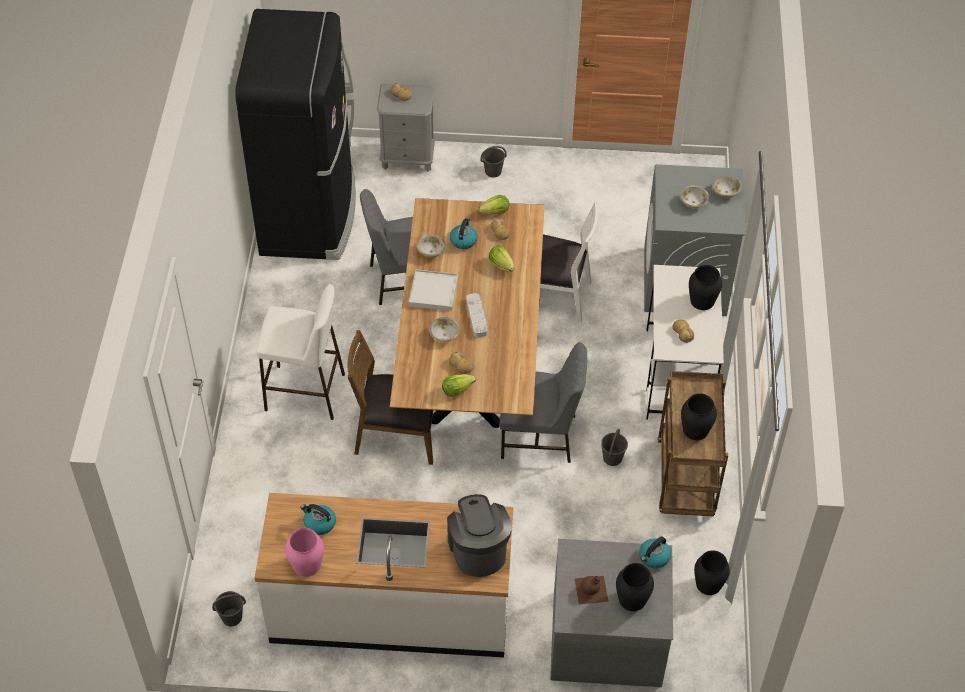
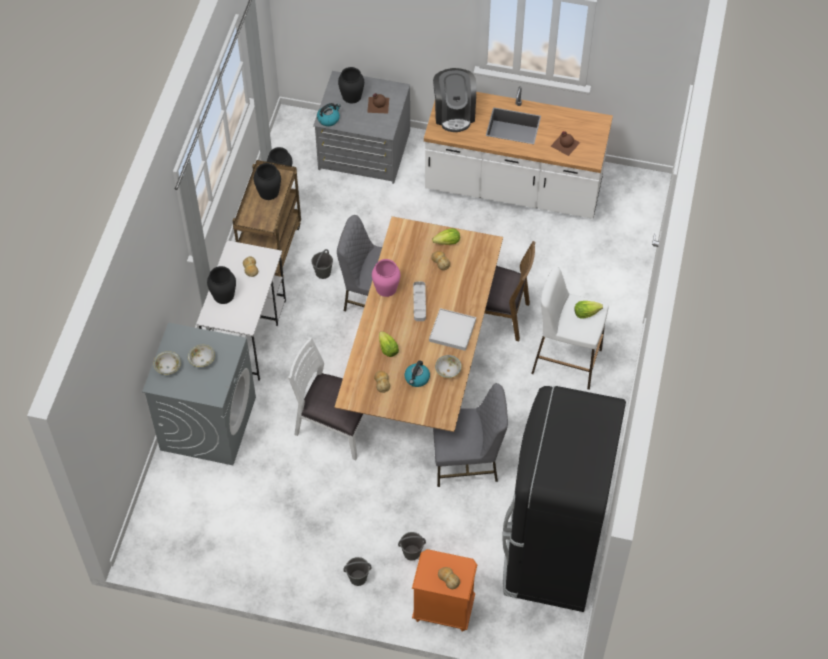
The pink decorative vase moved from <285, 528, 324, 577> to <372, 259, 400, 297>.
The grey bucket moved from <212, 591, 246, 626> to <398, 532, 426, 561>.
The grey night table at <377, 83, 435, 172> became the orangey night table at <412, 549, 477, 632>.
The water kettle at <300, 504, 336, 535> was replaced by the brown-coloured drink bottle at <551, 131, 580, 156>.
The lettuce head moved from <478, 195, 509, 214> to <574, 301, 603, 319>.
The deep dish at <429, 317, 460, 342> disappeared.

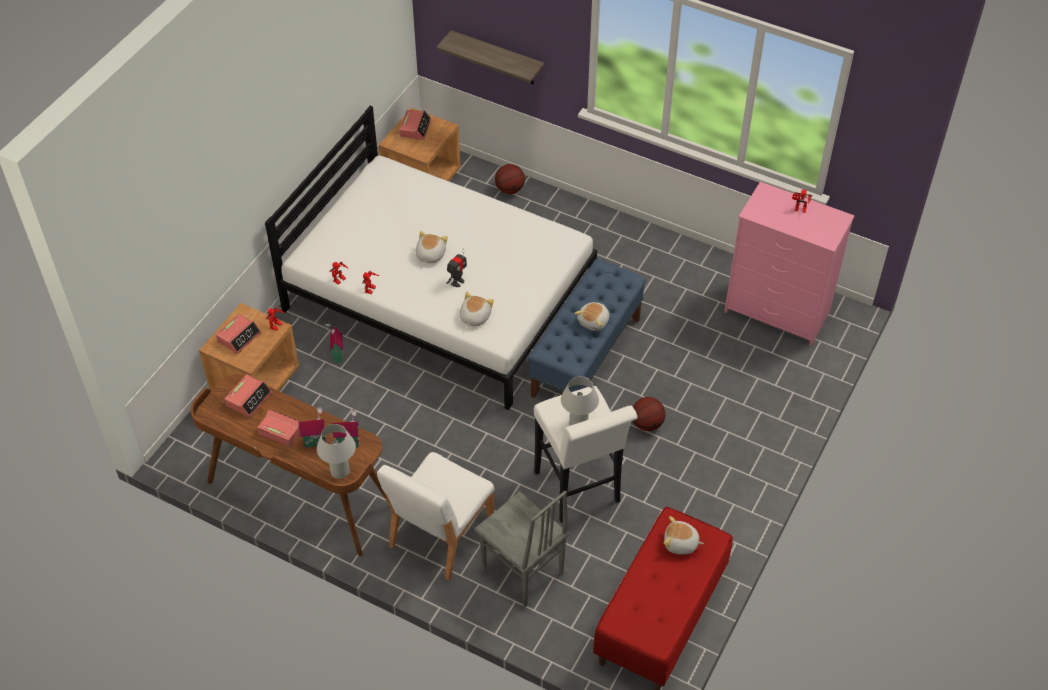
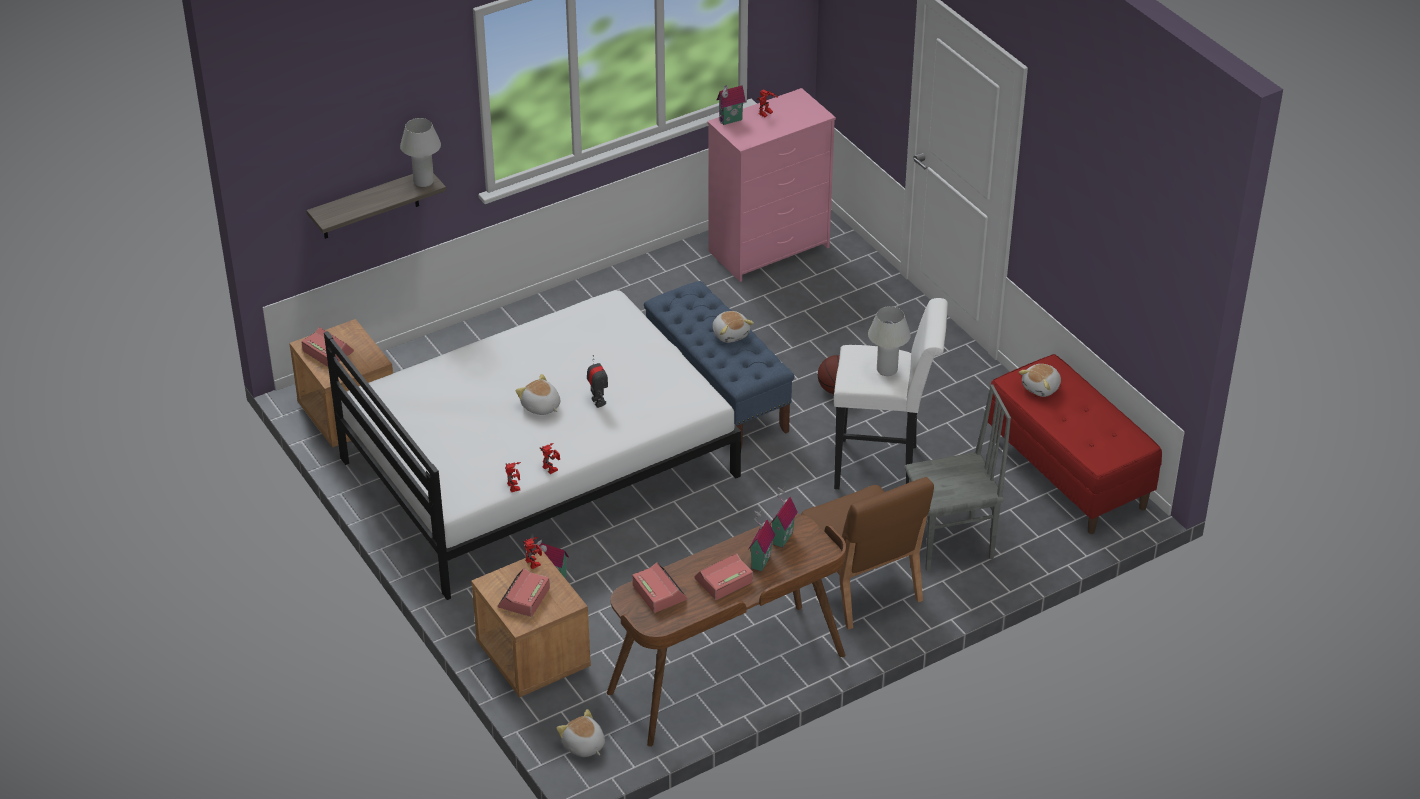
The white-coloured table lamp moved from <317, 424, 356, 479> to <400, 118, 441, 187>.
The alarm clock at <216, 314, 261, 354> turned 135 degrees counterclockwise.
The cuddly toy moved from <460, 292, 494, 327> to <556, 709, 605, 757>.
The model house at <717, 85, 746, 125> appeared.
The white-coloured plain chair at <377, 452, 494, 580> became the brown-coloured plain chair at <801, 477, 934, 630>.
The basketball ball at <495, 164, 525, 194> disappeared.

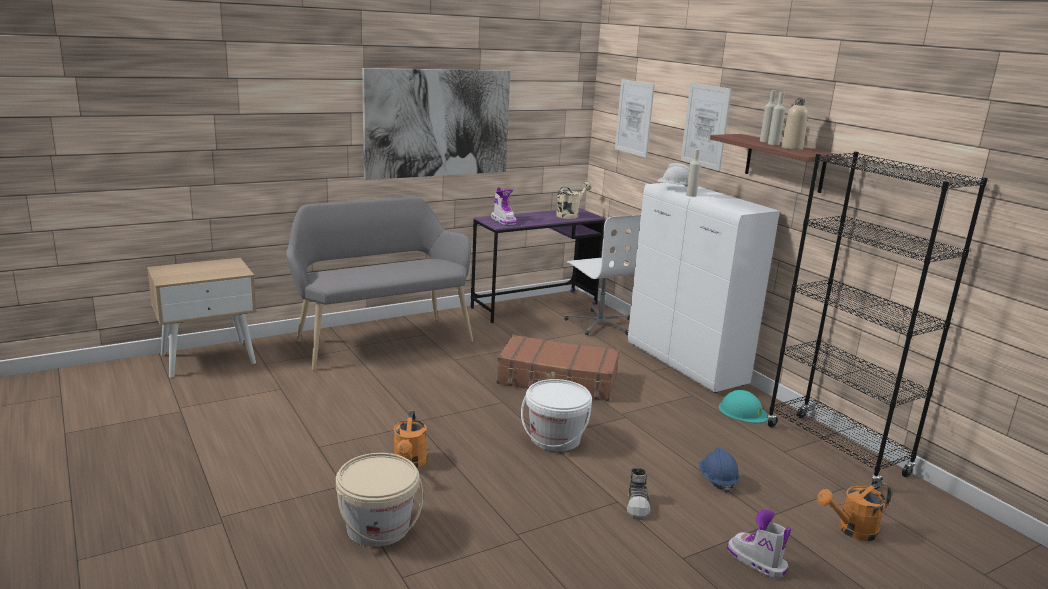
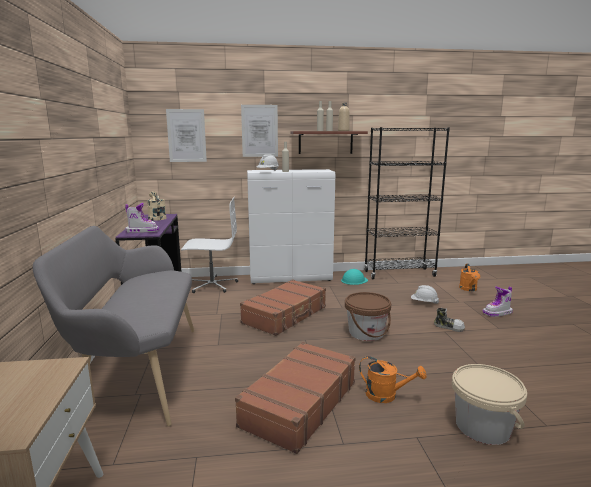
The brown-coloured travel case at <235, 342, 356, 454> appeared.
The white-coloured bucket at <521, 379, 592, 452> became the brown-coloured bucket at <345, 292, 391, 341>.
The blue safety helmet at <699, 448, 739, 493> became the white-coloured safety helmet at <411, 285, 439, 304>.
The wall art at <362, 68, 511, 180> disappeared.

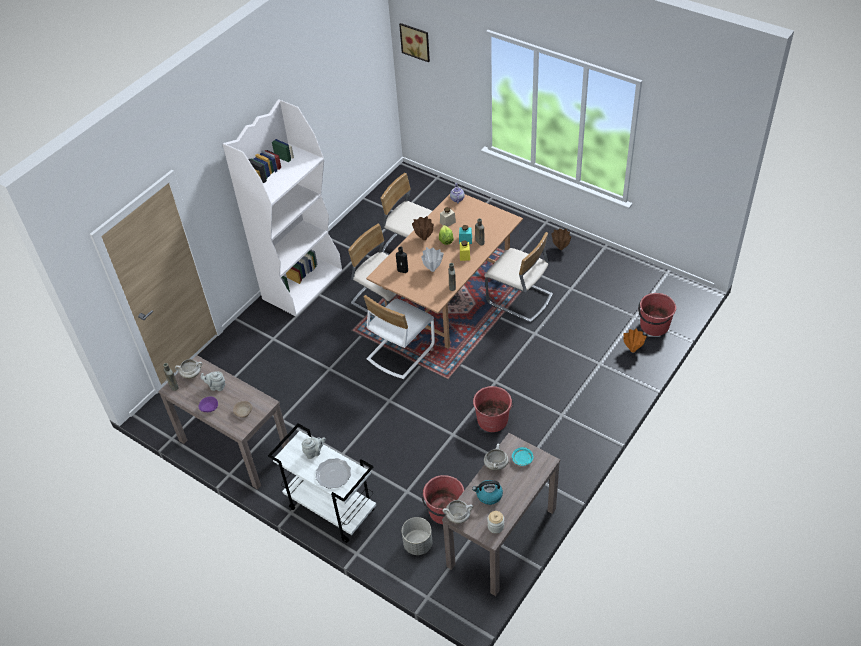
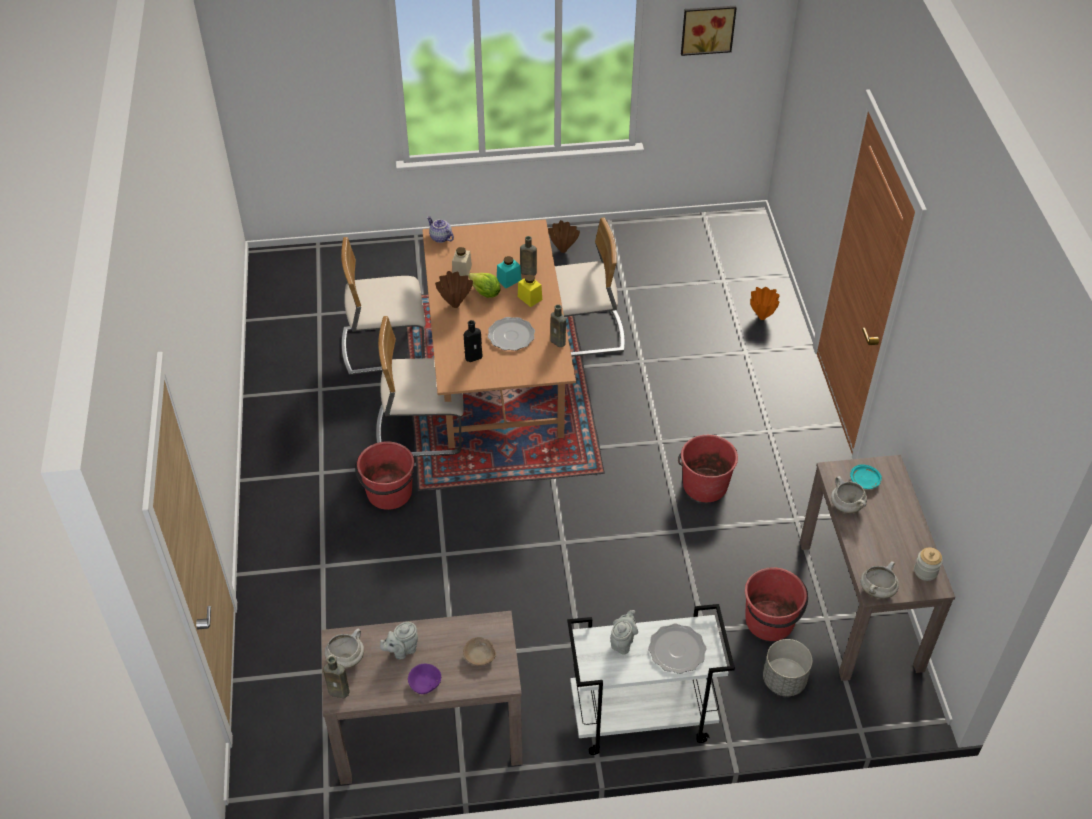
The red bucket moved from <638, 293, 676, 336> to <355, 441, 414, 510>.
The white-coloured decorative vase at <421, 247, 444, 272> was replaced by the plate at <488, 317, 535, 351>.
The wall art moved from <399, 23, 430, 62> to <681, 6, 737, 56>.
The white-coloured shelving unit at <223, 99, 342, 316> disappeared.
The white-coloured plain chair at <364, 295, 435, 379> disappeared.
The water kettle at <472, 480, 503, 505> disappeared.

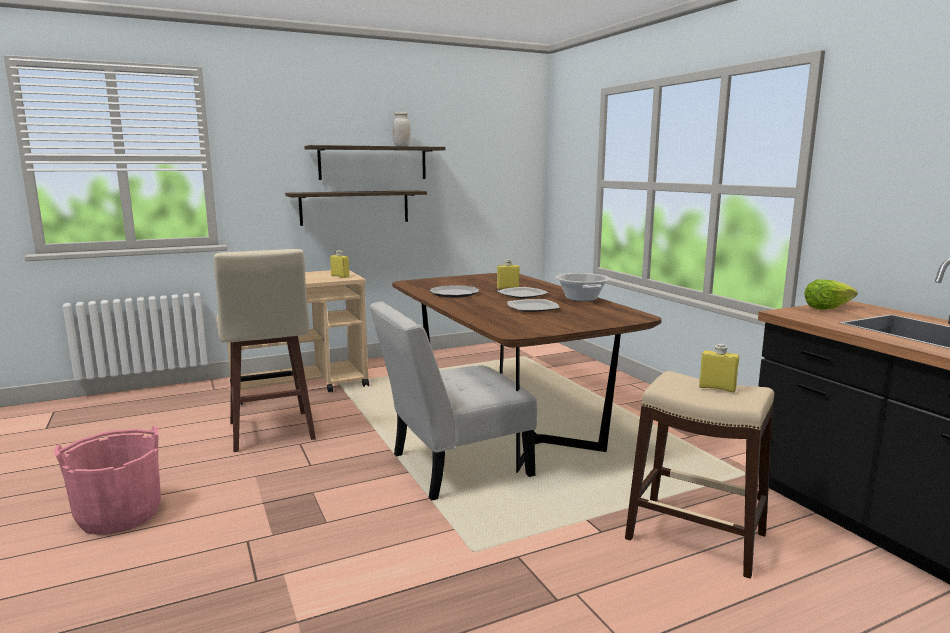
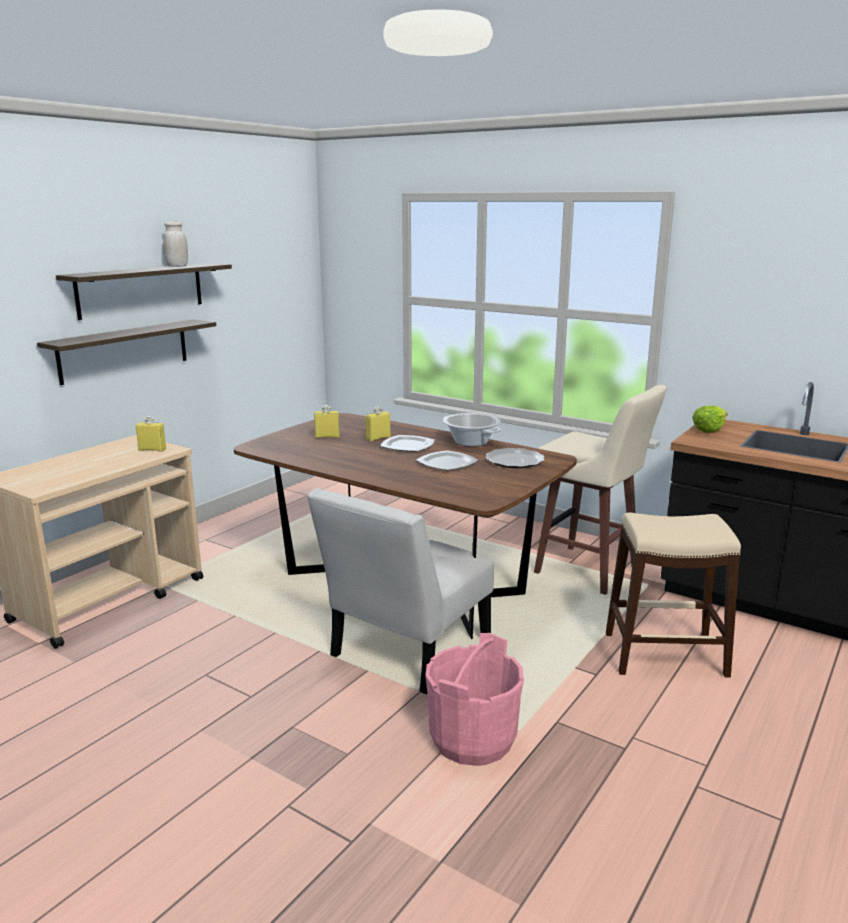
The yellow drink bottle moved from <699, 344, 739, 393> to <314, 405, 340, 438>.
The pink bucket moved from <54, 426, 161, 535> to <426, 633, 524, 766>.
The plate moved from <429, 285, 479, 298> to <486, 448, 545, 468>.
The sand-coloured stool seat moved from <214, 249, 316, 452> to <534, 385, 667, 595>.

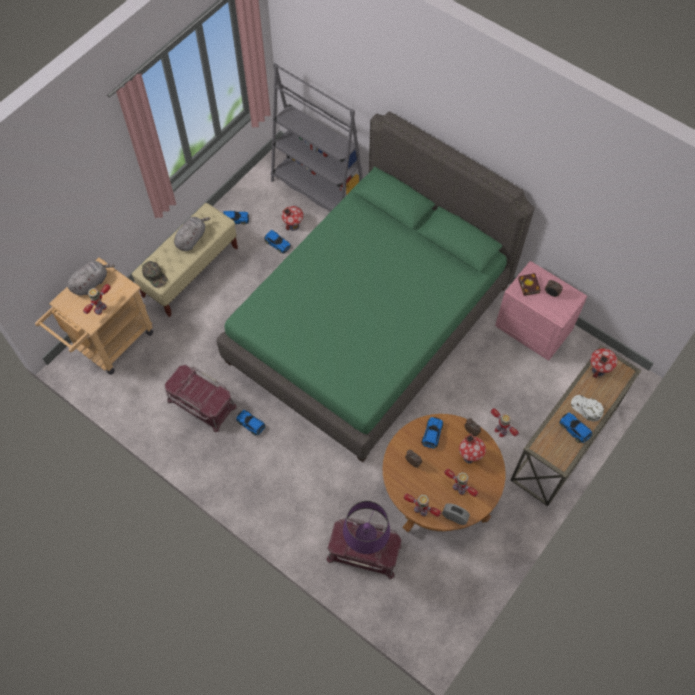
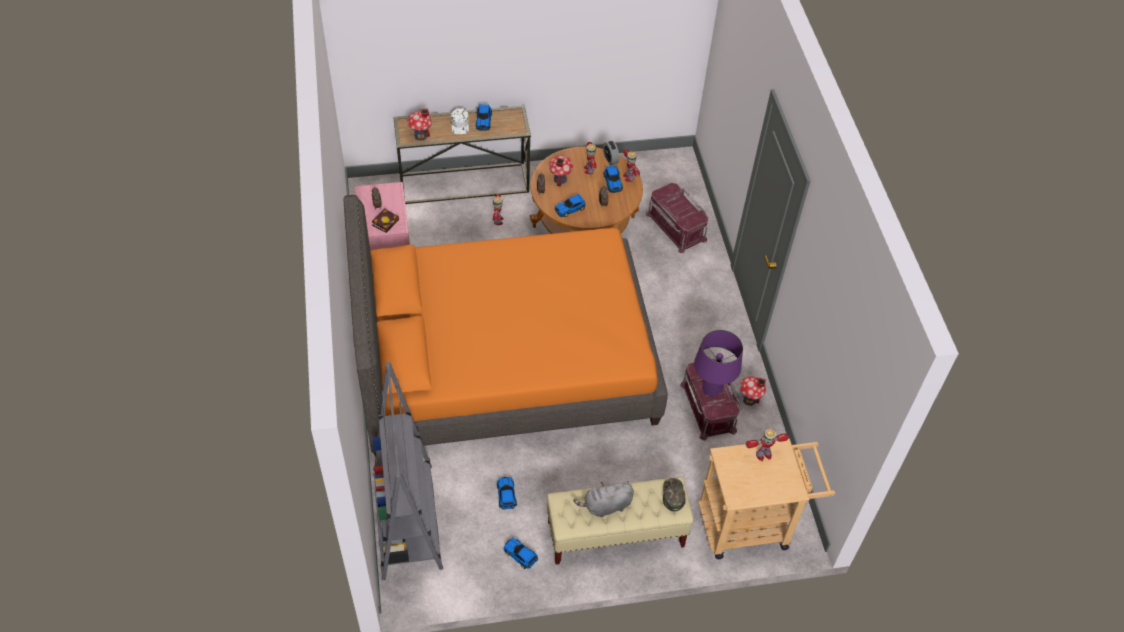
The green bedroom bed at <217, 112, 535, 462> became the orangey bedroom bed at <343, 195, 668, 457>.
The toy car moved from <236, 410, 266, 436> to <604, 166, 623, 193>.
The purple table lamp moved from <343, 501, 390, 554> to <694, 330, 743, 396>.
The model house moved from <282, 206, 303, 231> to <740, 376, 766, 406>.
The grey cuddly toy at <67, 261, 115, 296> disappeared.

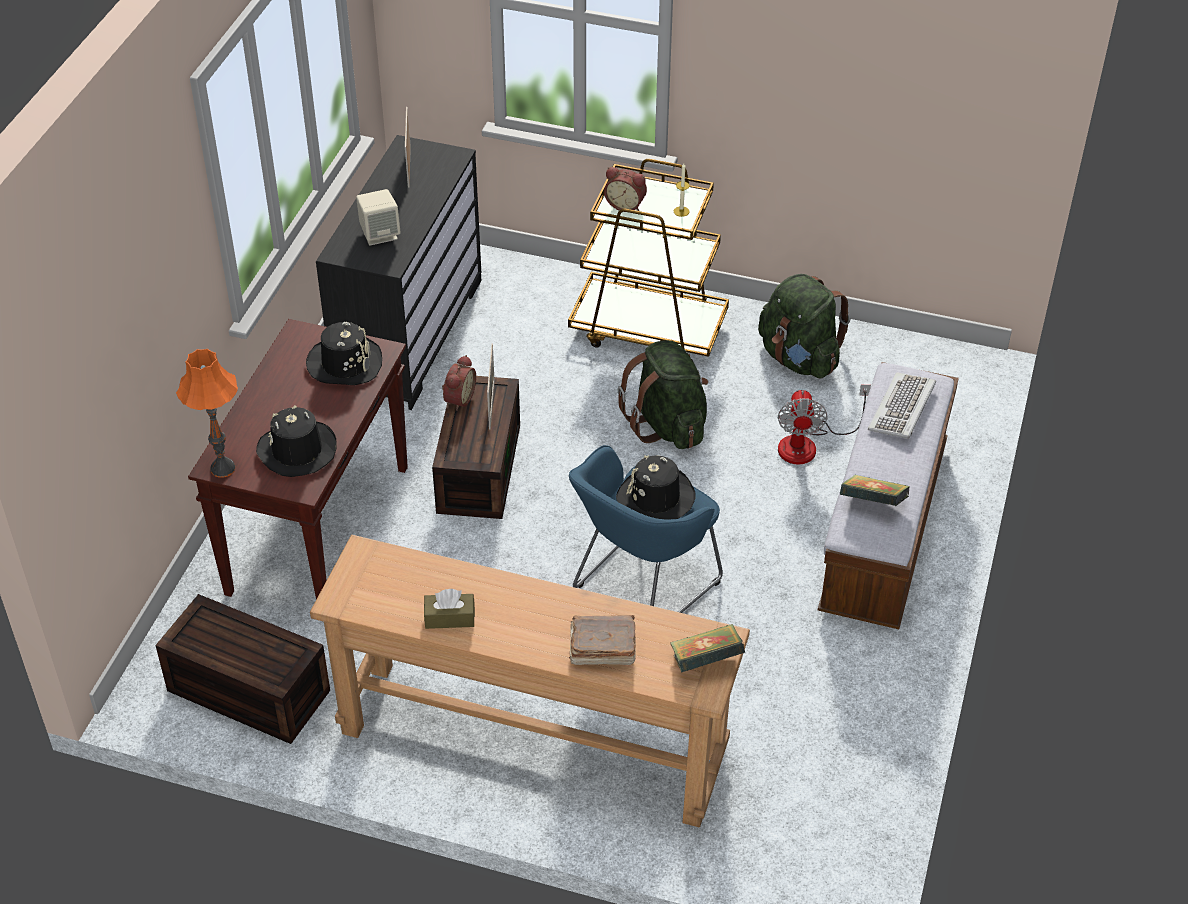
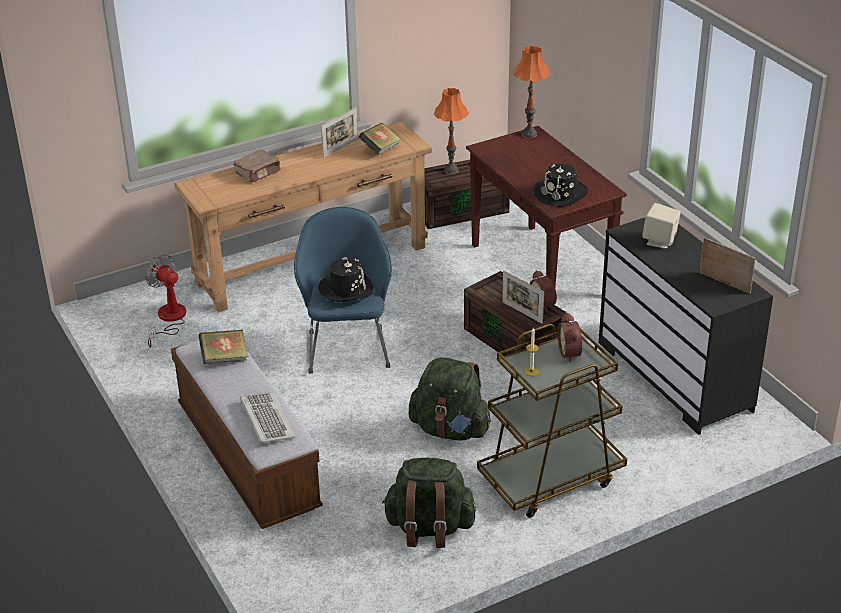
The electric fan moved from <777, 385, 871, 465> to <145, 254, 186, 348>.
The brown-coloured tissue box at <424, 589, 475, 629> was replaced by the picture frame at <321, 107, 358, 158>.
The bound book moved from <670, 624, 745, 672> to <359, 123, 401, 155>.
The orangey table lamp at <434, 88, 469, 174> appeared.
The alarm clock at <604, 167, 647, 211> turned 75 degrees counterclockwise.
The black-coloured clothing hat at <256, 405, 337, 477> disappeared.

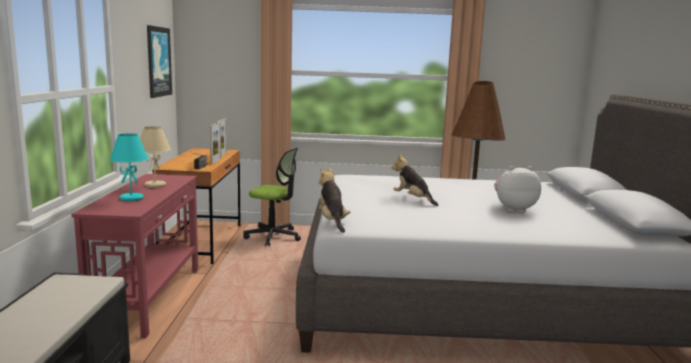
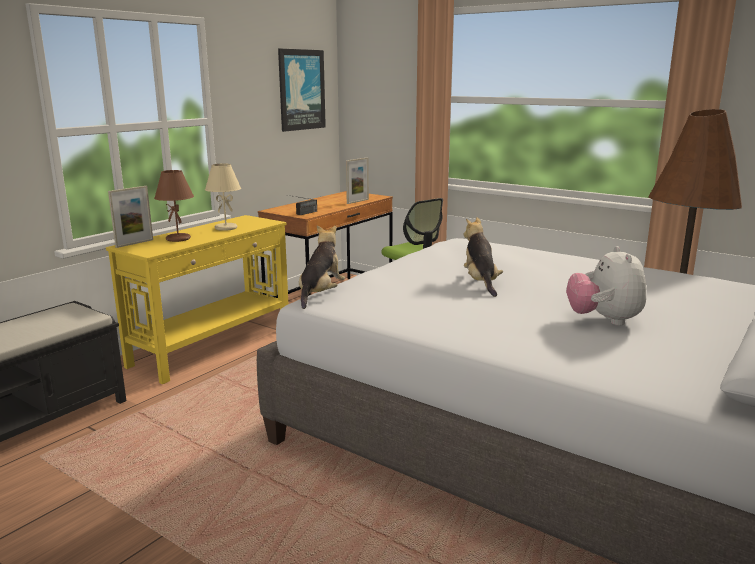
The red hall table at <71, 174, 198, 339> became the yellow hall table at <106, 215, 288, 384>.
The picture frame moved from <210, 122, 221, 164> to <108, 186, 153, 248>.
The blue-green table lamp at <110, 133, 149, 201> became the brown-coloured table lamp at <154, 170, 194, 242>.
The cuddly toy at <494, 166, 541, 212> turned 120 degrees counterclockwise.

